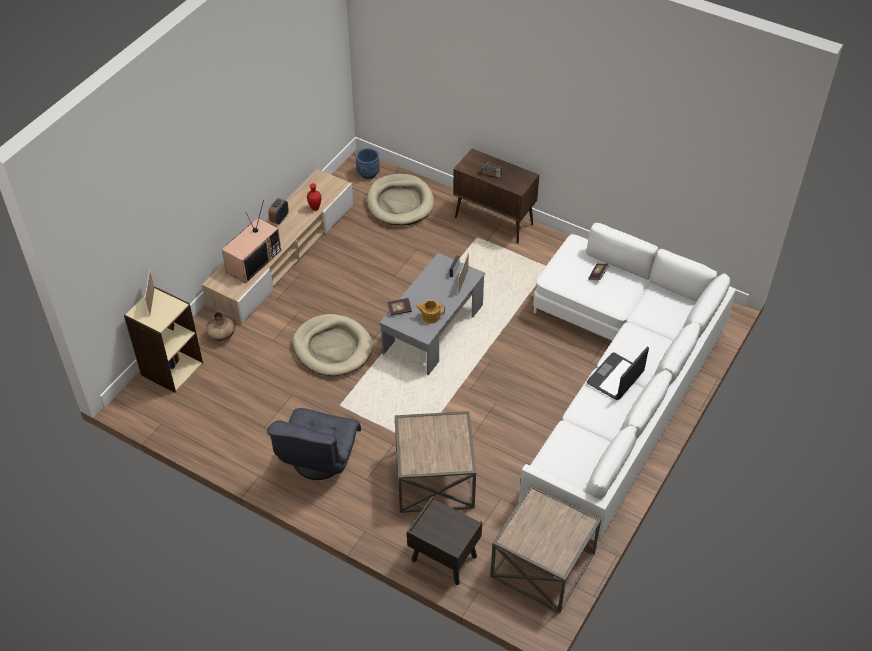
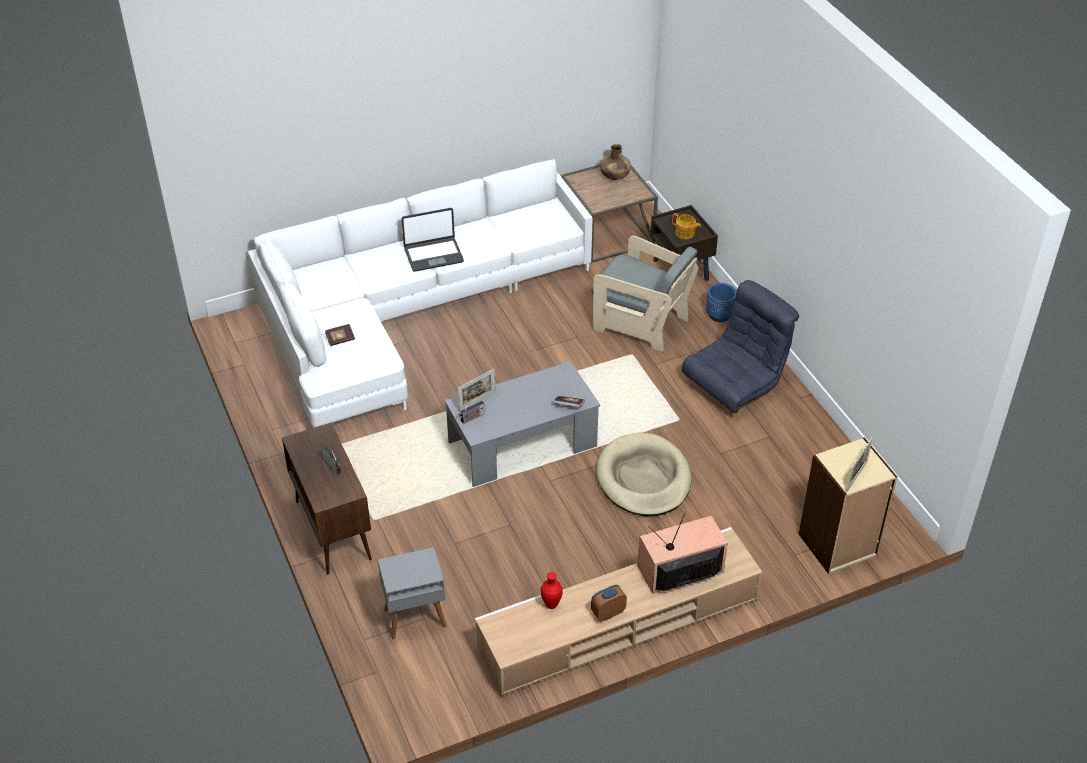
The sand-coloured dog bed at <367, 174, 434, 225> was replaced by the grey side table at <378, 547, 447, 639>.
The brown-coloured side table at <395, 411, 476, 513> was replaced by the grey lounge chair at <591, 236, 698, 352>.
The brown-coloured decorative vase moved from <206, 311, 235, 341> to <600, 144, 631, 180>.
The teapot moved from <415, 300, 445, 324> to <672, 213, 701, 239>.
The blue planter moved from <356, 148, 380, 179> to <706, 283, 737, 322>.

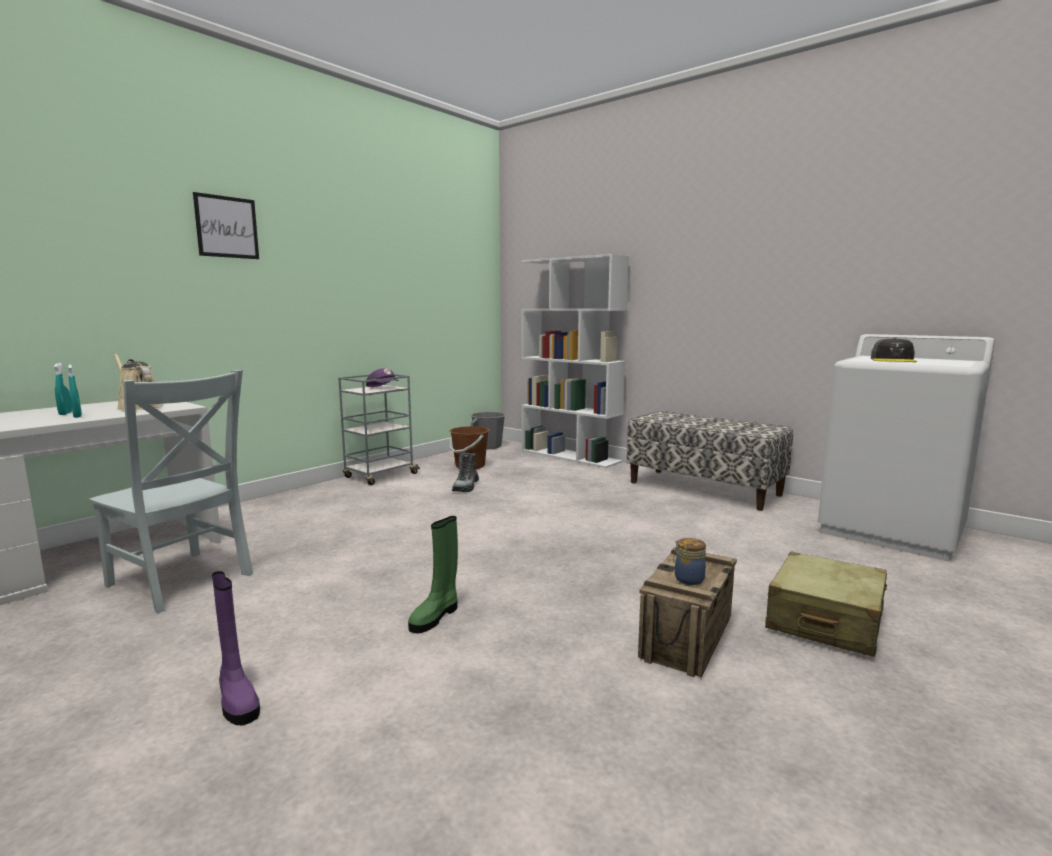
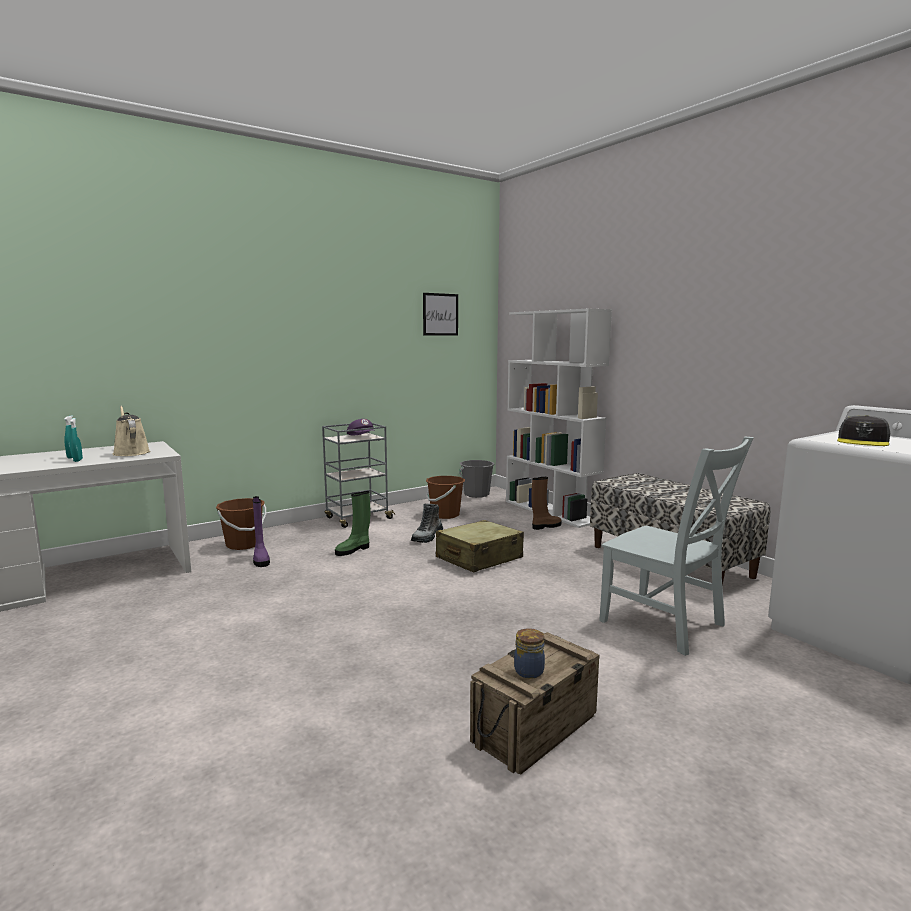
The brown-coloured bucket at <216, 498, 266, 550> appeared.
The purple high-top boot moved from <212, 571, 260, 725> to <253, 496, 270, 567>.
The green high-top boot moved from <408, 516, 458, 634> to <335, 491, 370, 556>.
The wall art moved from <193, 192, 259, 259> to <423, 293, 458, 336>.
The sand-coloured travel case moved from <765, 551, 887, 657> to <436, 520, 524, 572>.
The brown-coloured high-top boot at <531, 477, 561, 530> appeared.
The grey plain chair moved from <89, 370, 253, 613> to <599, 437, 754, 656>.

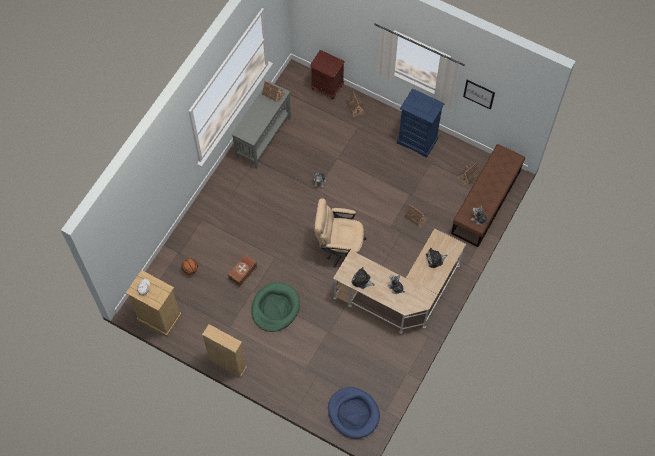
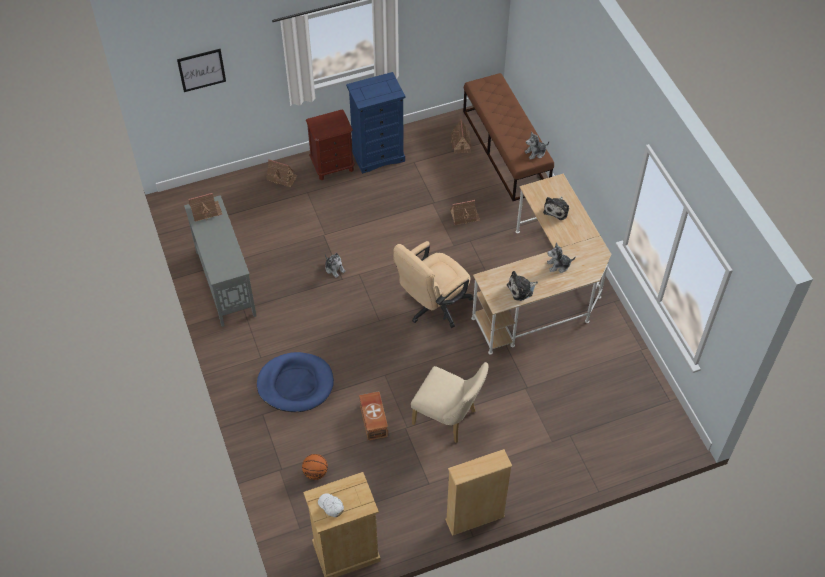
The wall art moved from <463, 80, 495, 110> to <177, 49, 226, 92>.
The blue dog bed moved from <328, 387, 380, 439> to <257, 352, 334, 412>.
The brown-coloured night table moved from <310, 50, 345, 99> to <306, 109, 355, 180>.
The green dog bed at <251, 282, 300, 332> was replaced by the sand-coloured plain chair at <411, 362, 489, 443>.

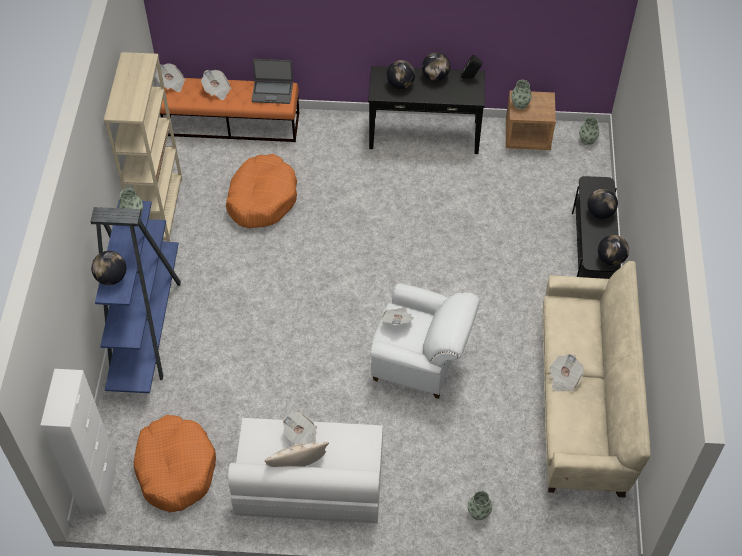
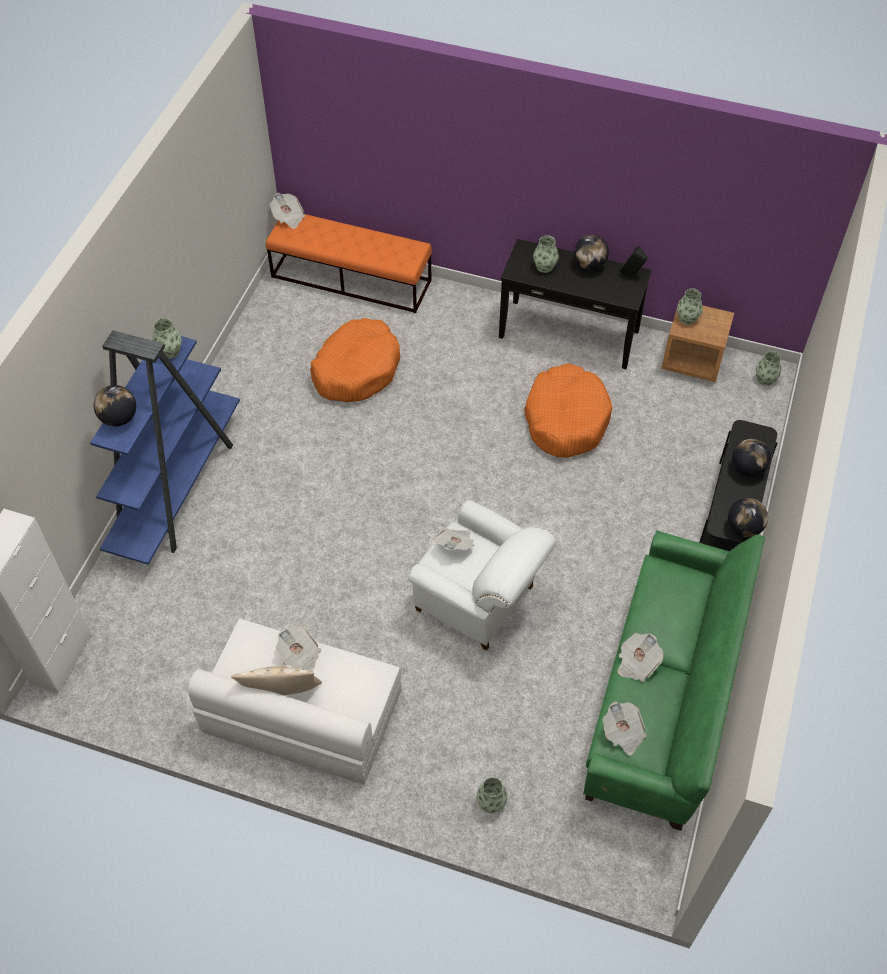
The orangey dog bed moved from <134, 415, 216, 513> to <524, 363, 612, 458>.
The globe at <387, 60, 415, 89> was replaced by the decorative vase at <533, 236, 559, 273>.
The sand-coloured couch at <543, 261, 651, 498> became the green couch at <583, 530, 765, 831>.
The newspaper moved from <201, 70, 231, 100> to <602, 701, 647, 755>.
The sand-coloured shelving unit at <104, 52, 183, 242> disappeared.
The portable computer at <252, 59, 293, 104> disappeared.

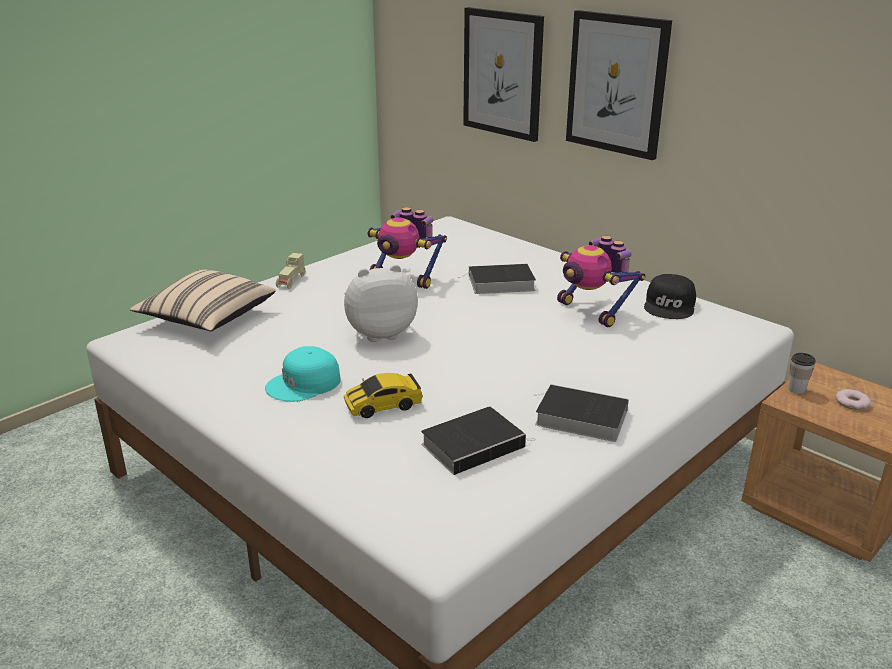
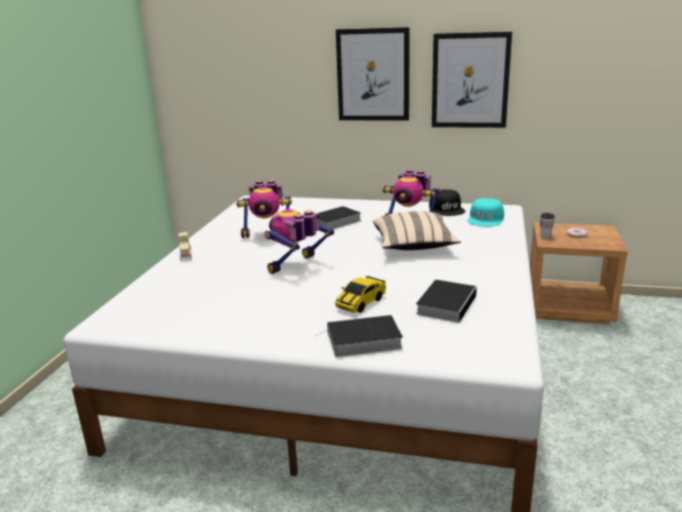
The cuddly toy at <344, 265, 418, 342> was replaced by the toy robot at <264, 209, 334, 274>.
The bound book moved from <535, 384, 629, 442> to <315, 315, 403, 357>.
The sand-coloured throw pillow moved from <130, 270, 275, 332> to <373, 211, 461, 250>.
The wall art moved from <463, 7, 544, 142> to <432, 32, 512, 128>.
The blue-green baseball cap moved from <265, 346, 341, 402> to <467, 198, 504, 227>.

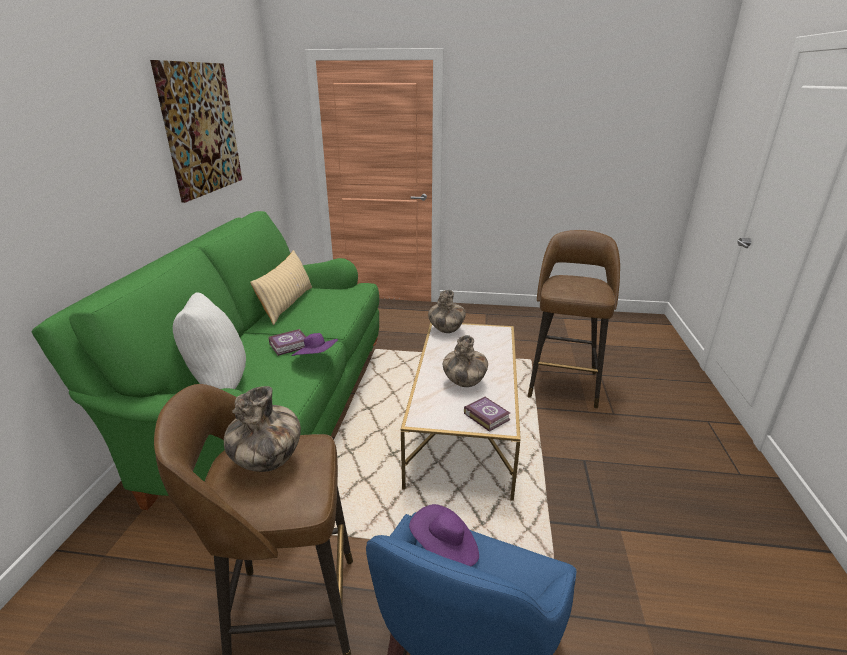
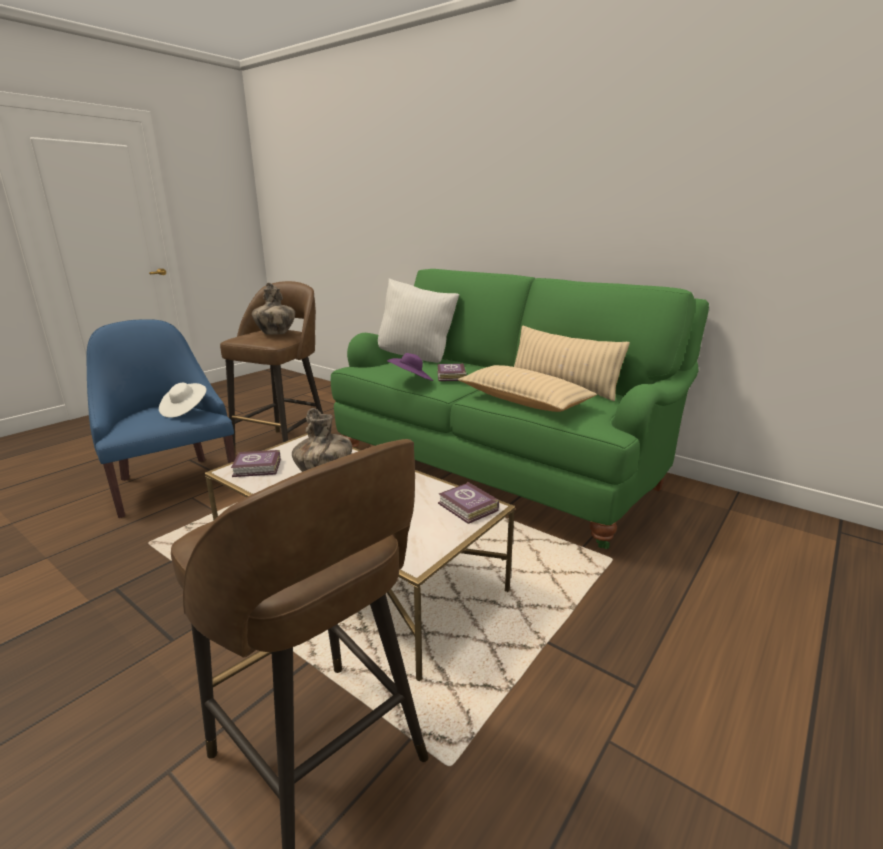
The purple clothing hat at <409, 504, 479, 566> became the white-coloured clothing hat at <159, 383, 206, 418>.
The decorative vase at <428, 290, 466, 333> was replaced by the bound book at <438, 481, 499, 524>.
The sand-coloured throw pillow at <458, 365, 597, 412> appeared.
The wall art at <150, 60, 242, 203> disappeared.

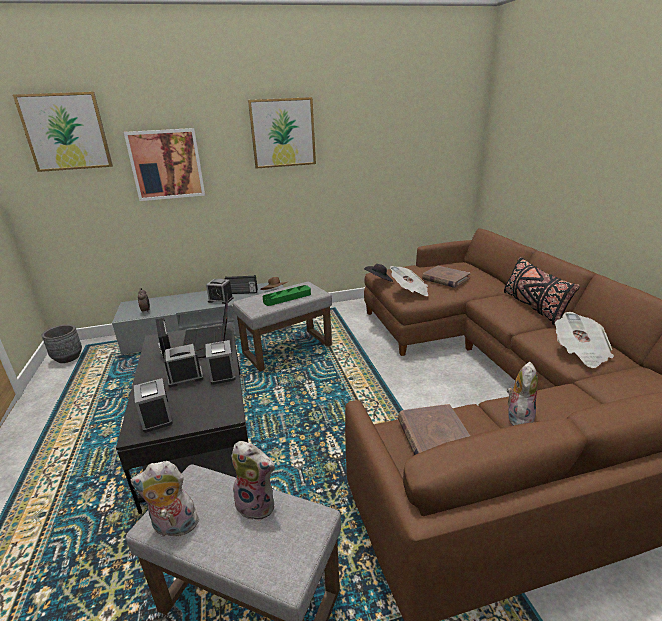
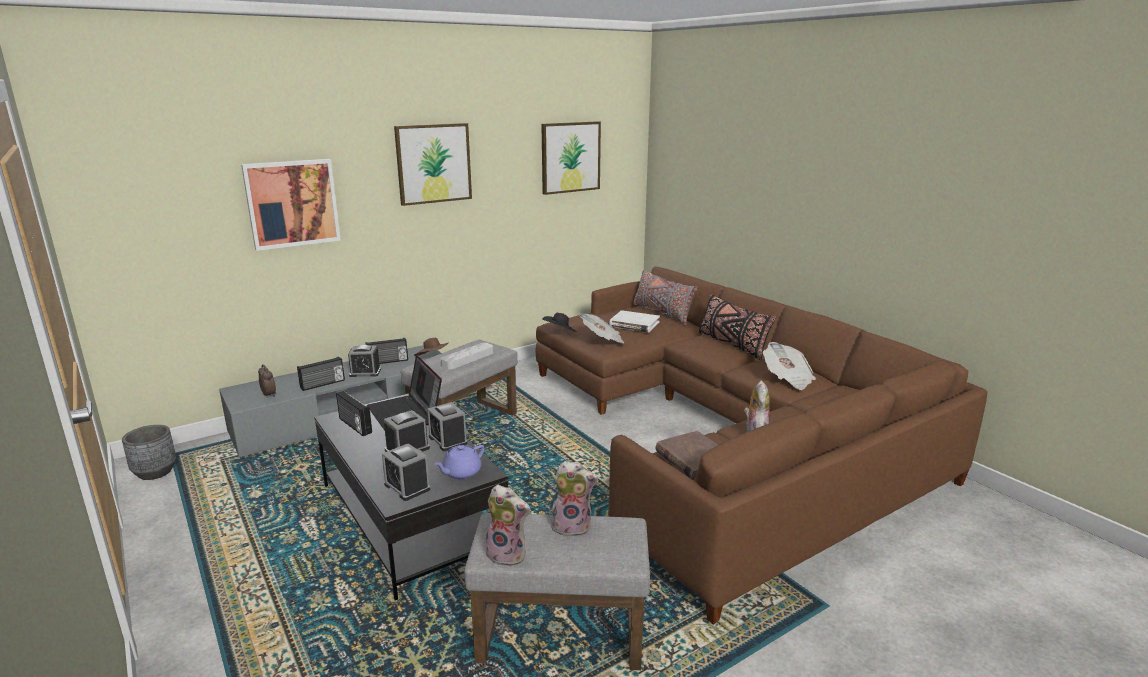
The radio receiver at <297, 357, 345, 391> appeared.
The purple teapot at <434, 445, 484, 479> appeared.
The green serving tray at <262, 285, 311, 306> became the grey serving tray at <441, 343, 493, 369>.
The cuddly toy at <130, 461, 202, 537> turned 135 degrees counterclockwise.
The wall art moved from <13, 92, 113, 172> to <541, 121, 601, 195>.
The brown-coloured bound book at <422, 266, 470, 288> became the white-coloured bound book at <609, 310, 660, 333>.
The grey throw pillow at <633, 270, 698, 326> appeared.

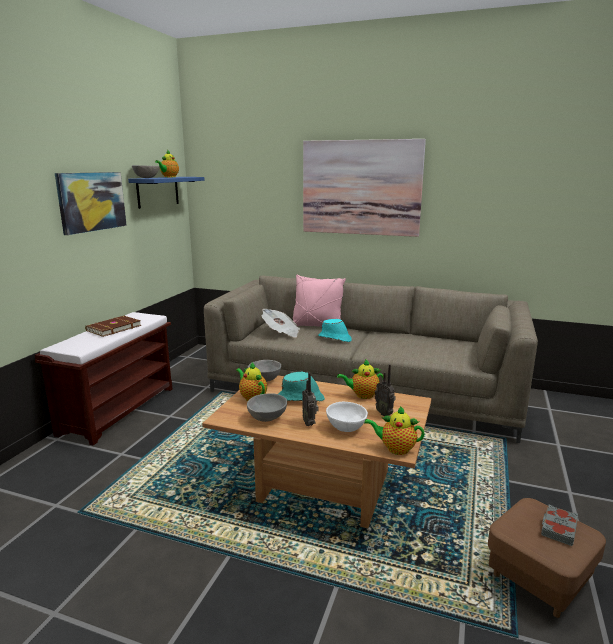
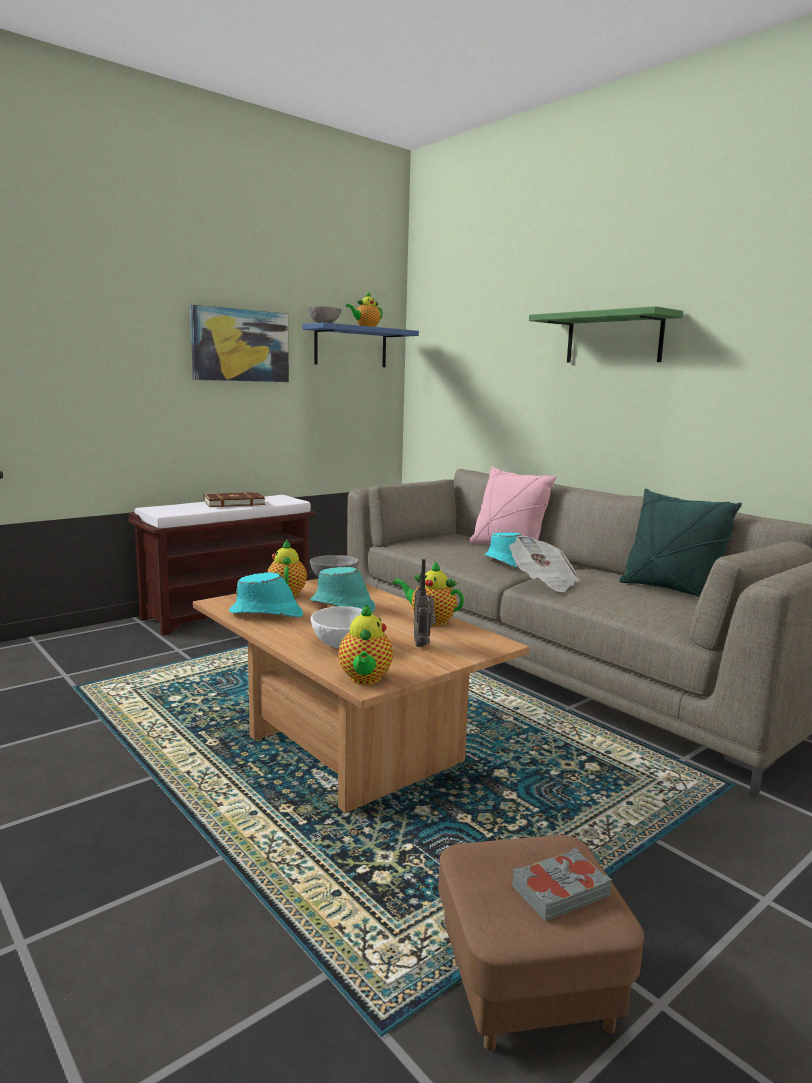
The grey deep dish at <247, 393, 287, 422> was replaced by the blue-green clothing hat at <229, 572, 303, 618>.
The teapot at <364, 406, 425, 455> turned 135 degrees counterclockwise.
The newspaper moved from <262, 309, 300, 338> to <509, 535, 580, 592>.
The wall art at <303, 139, 426, 237> was replaced by the green wall shelf at <529, 306, 683, 362>.
The green throw pillow at <619, 489, 742, 597> appeared.
The radio receiver at <302, 373, 319, 426> disappeared.

